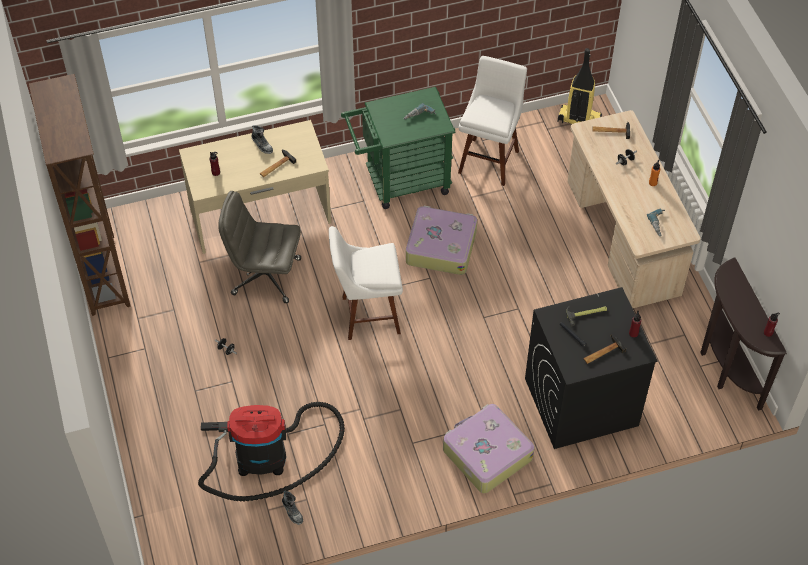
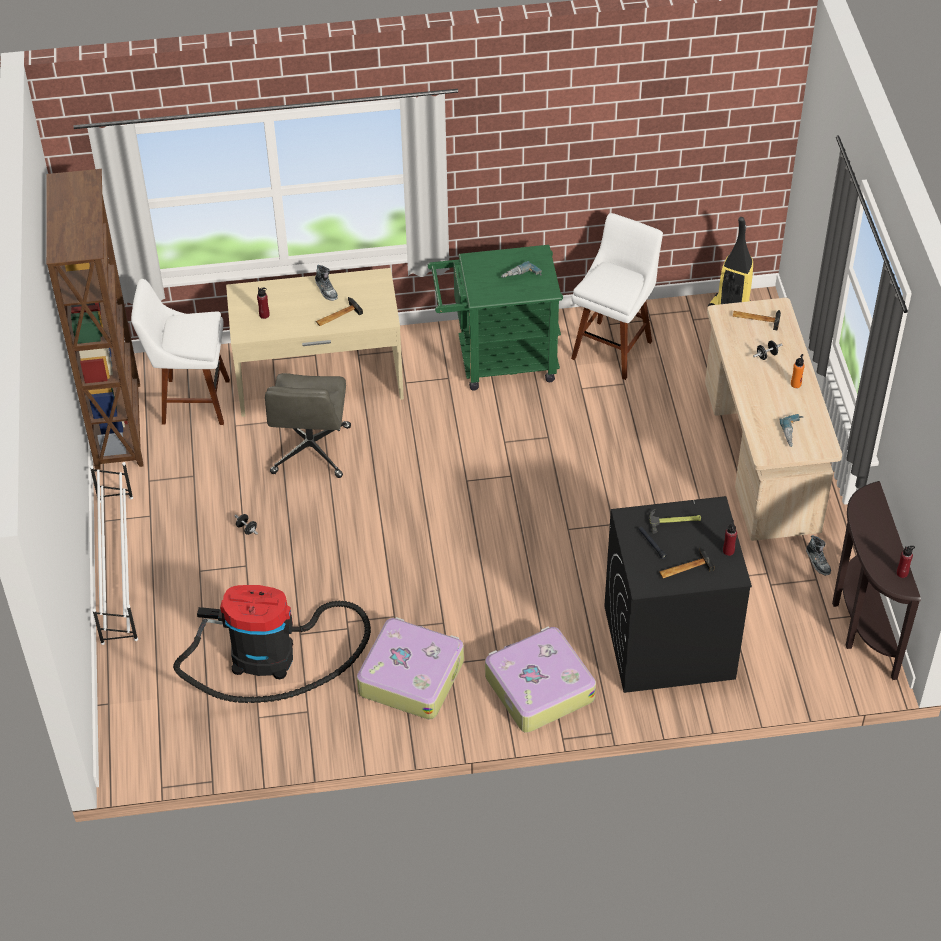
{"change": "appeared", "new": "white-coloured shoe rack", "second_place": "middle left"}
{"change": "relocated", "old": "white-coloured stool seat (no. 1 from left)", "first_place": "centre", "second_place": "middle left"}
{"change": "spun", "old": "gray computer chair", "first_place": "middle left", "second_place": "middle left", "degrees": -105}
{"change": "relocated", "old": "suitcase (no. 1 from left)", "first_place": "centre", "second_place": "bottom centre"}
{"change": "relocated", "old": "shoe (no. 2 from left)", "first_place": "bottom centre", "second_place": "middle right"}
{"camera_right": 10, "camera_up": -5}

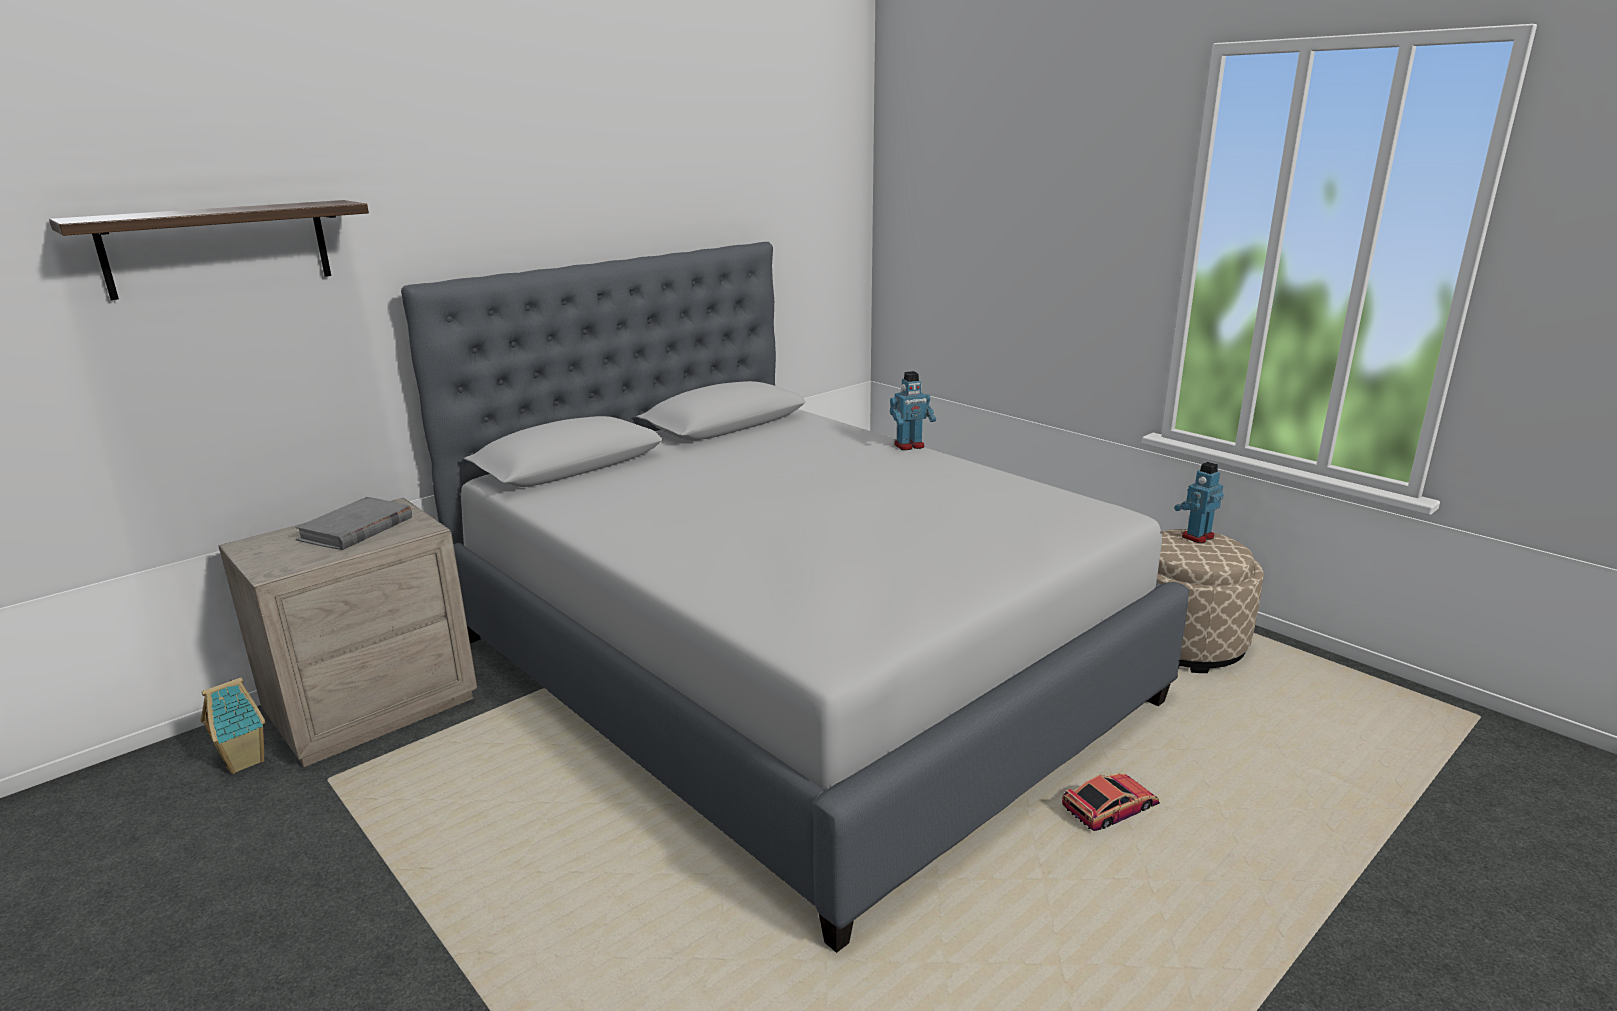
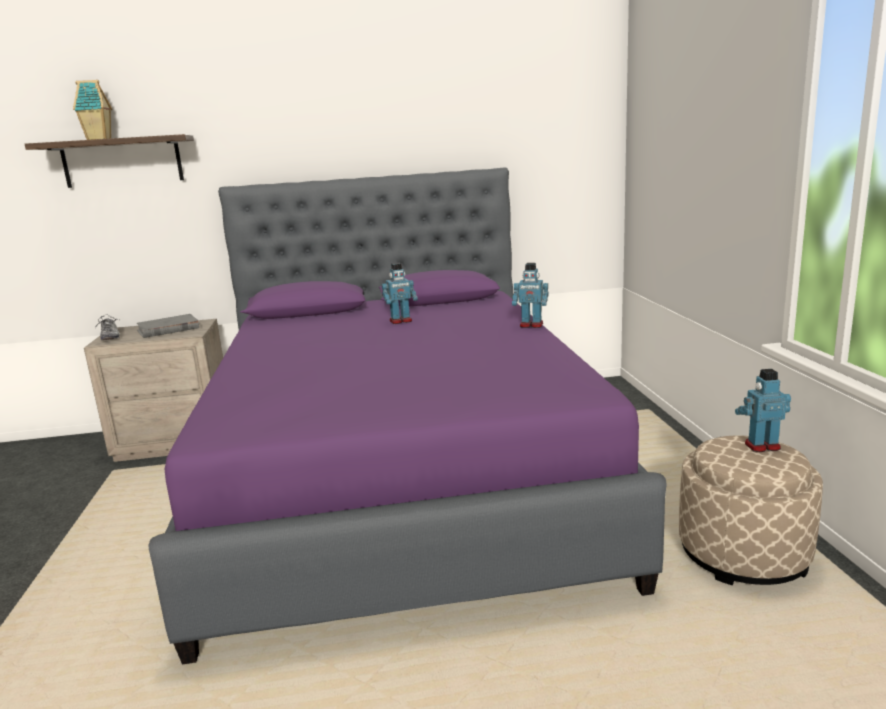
{"change": "relocated", "old": "model house", "first_place": "bottom left", "second_place": "top left"}
{"change": "appeared", "new": "shoe", "second_place": "middle left"}
{"change": "colour", "old": "gray sleeping bed", "new": "purplish sleeping bed", "first_place": "centre", "second_place": "centre"}
{"change": "appeared", "new": "robot figure (no. 1 from left)", "second_place": "centre"}
{"change": "missing", "old": "miniature car", "first_place": "bottom right"}
{"camera_right": 35, "camera_up": -5}

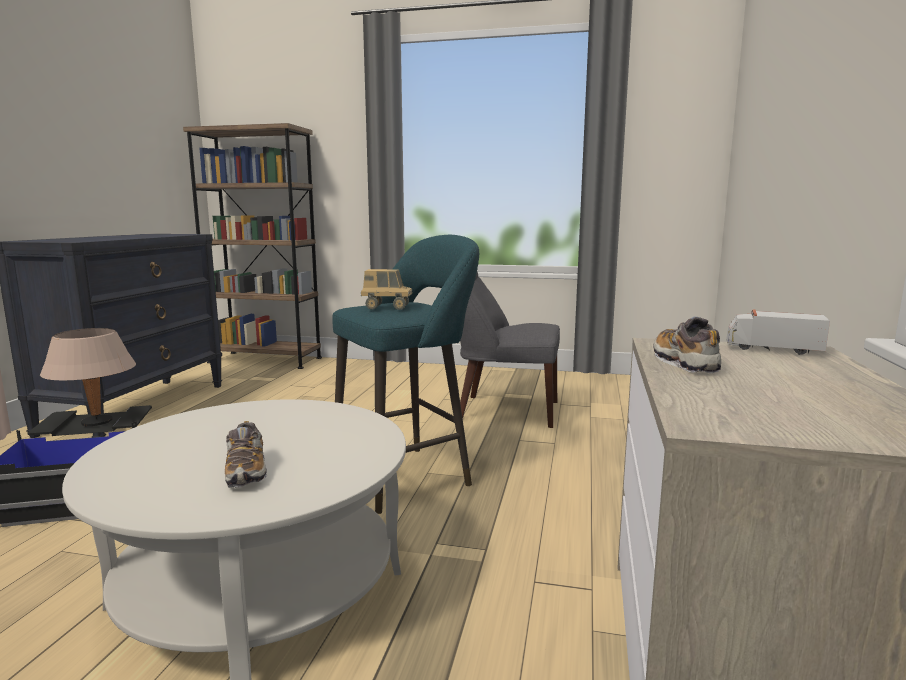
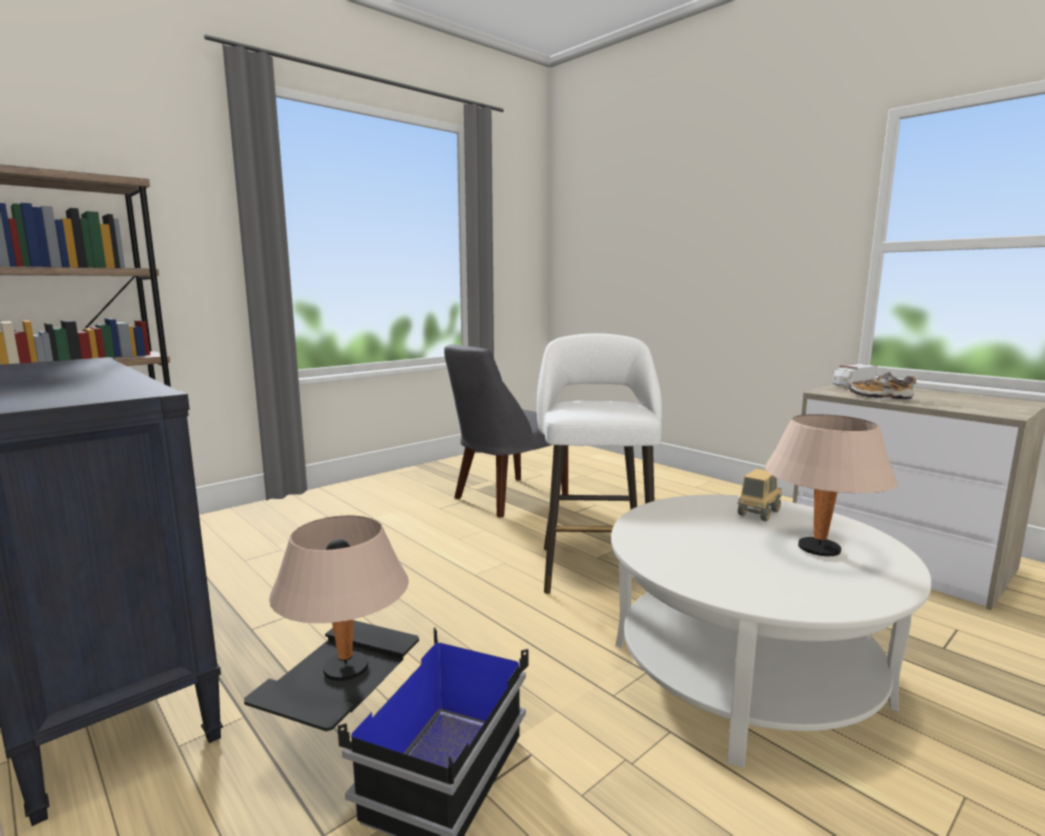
{"change": "colour", "old": "turquoise stool seat", "new": "white-coloured stool seat", "first_place": "centre", "second_place": "centre"}
{"change": "relocated", "old": "toy truck (no. 1 from left)", "first_place": "centre", "second_place": "middle right"}
{"change": "exchanged", "old": "shoe (no. 1 from left)", "new": "sand-coloured table lamp (no. 2 from left)", "first_place": "bottom left", "second_place": "middle right"}
{"camera_right": -55, "camera_up": 0}

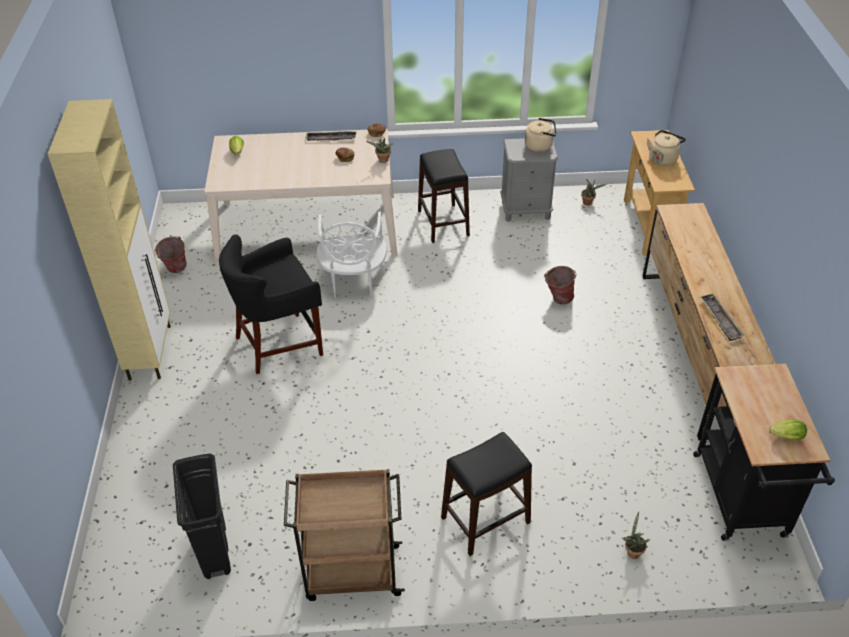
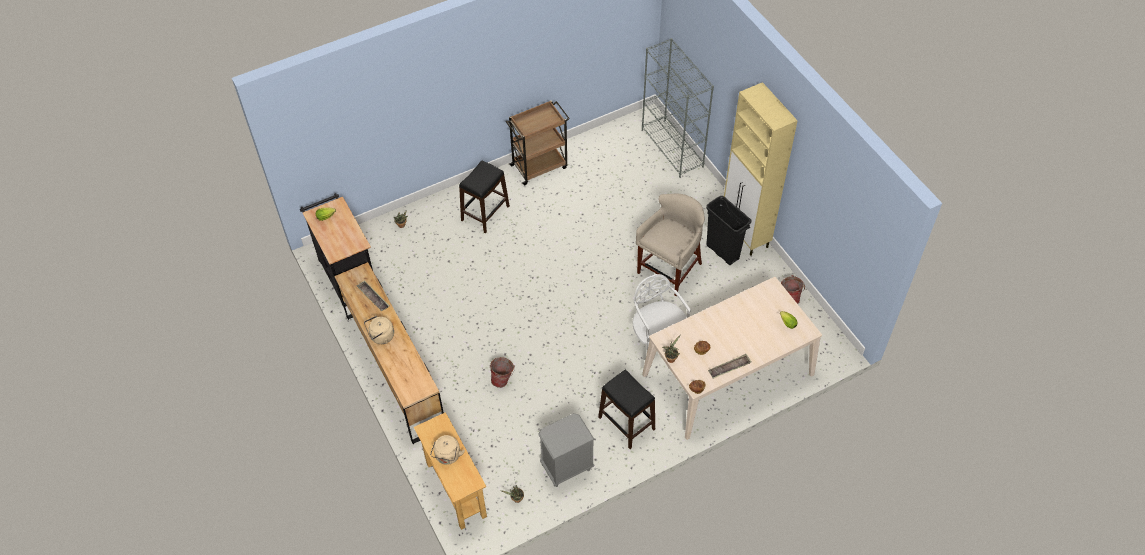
{"change": "relocated", "old": "sand-coloured kettle (no. 1 from left)", "first_place": "top centre", "second_place": "middle left"}
{"change": "colour", "old": "black stool seat (no. 1 from left)", "new": "sand-coloured stool seat", "first_place": "middle left", "second_place": "centre"}
{"change": "appeared", "new": "gray bookshelf", "second_place": "top centre"}
{"change": "relocated", "old": "black waste bin", "first_place": "bottom left", "second_place": "centre"}
{"camera_right": 155, "camera_up": 10}

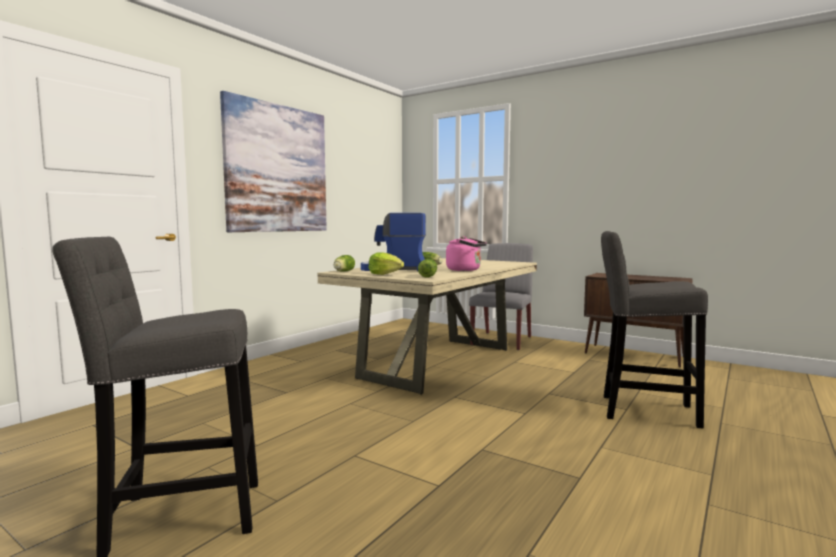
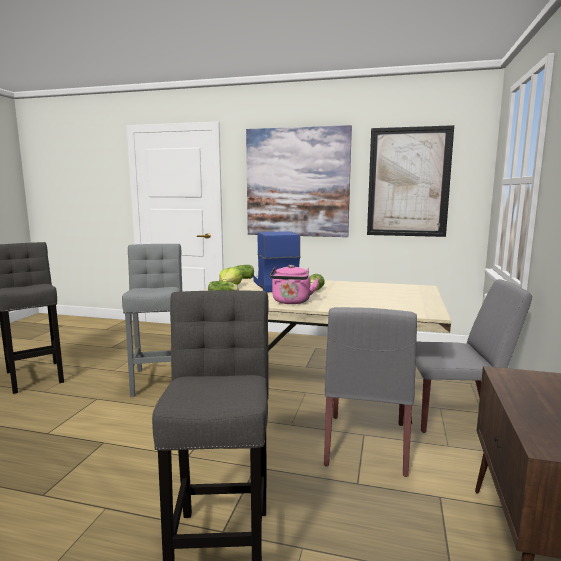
{"change": "appeared", "new": "gray stool seat (no. 2 from left)", "second_place": "middle left"}
{"change": "appeared", "new": "gray chair (no. 1 from left)", "second_place": "bottom centre"}
{"change": "appeared", "new": "wall art (no. 2 from left)", "second_place": "top right"}
{"camera_right": 70, "camera_up": 5}

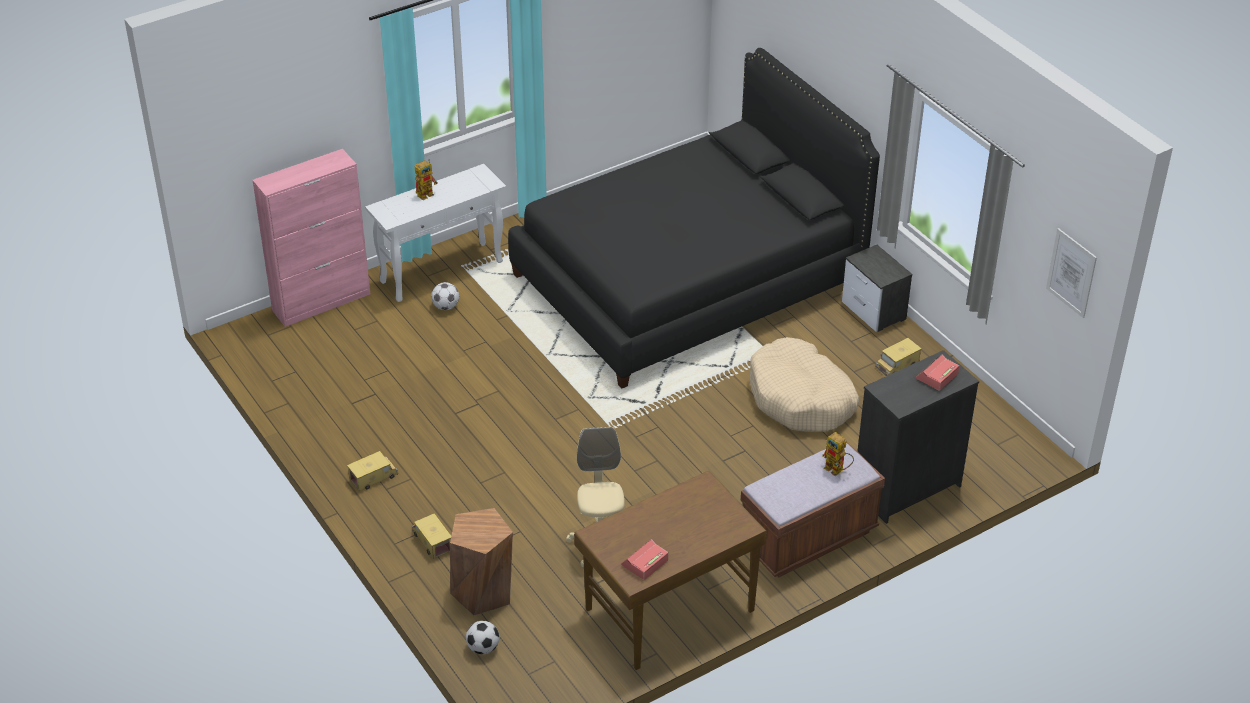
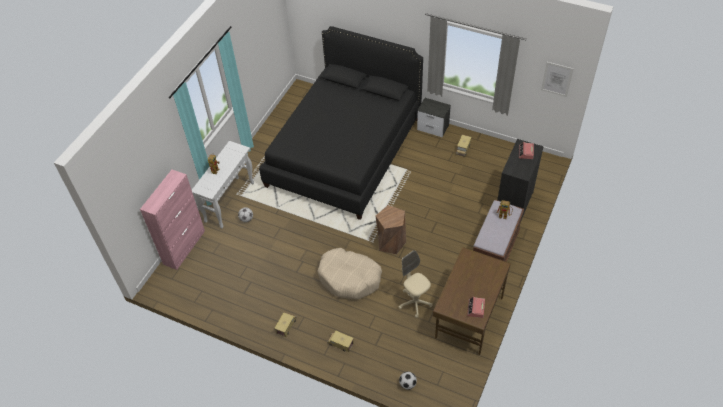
{"change": "relocated", "old": "sand-coloured dog cushion", "first_place": "centre", "second_place": "bottom centre"}
{"change": "relocated", "old": "brownish stool seat", "first_place": "bottom centre", "second_place": "centre"}
{"camera_right": -30, "camera_up": 10}

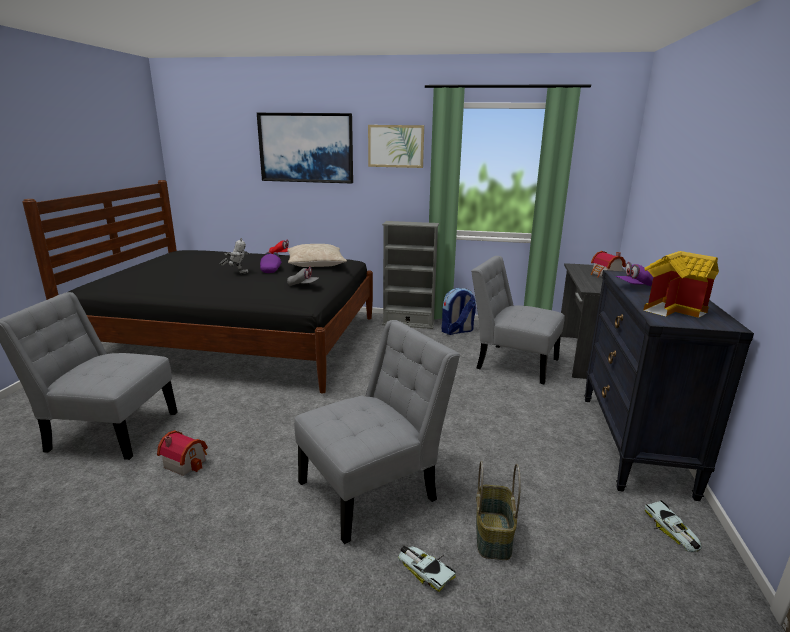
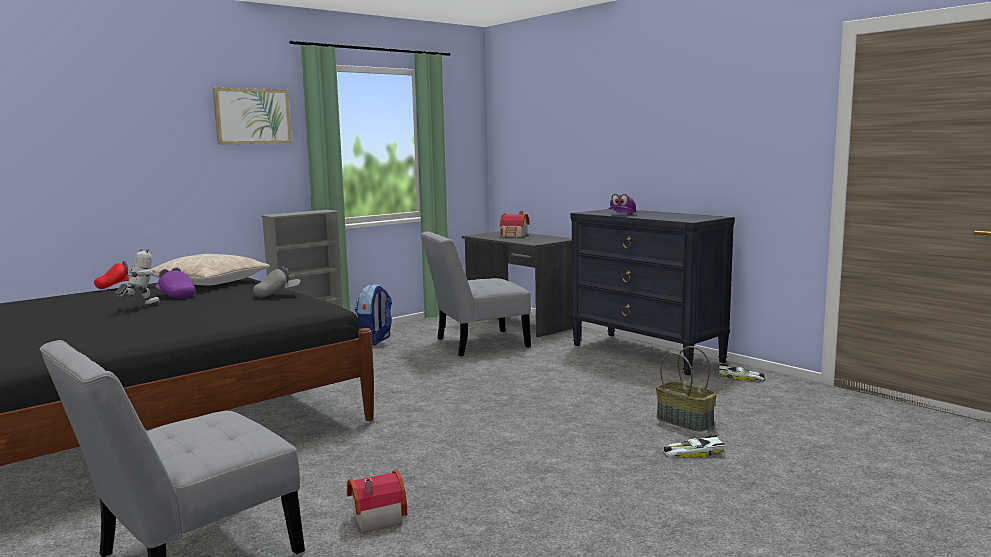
{"change": "missing", "old": "wall art (no. 1 from left)", "first_place": "top centre"}
{"change": "missing", "old": "gray chair (no. 2 from left)", "first_place": "bottom centre"}
{"change": "missing", "old": "model house (no. 3 from left)", "first_place": "middle right"}
{"camera_right": -50, "camera_up": -10}

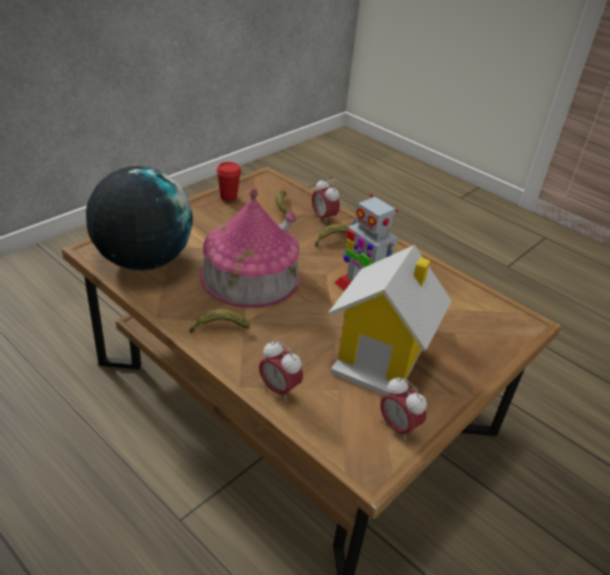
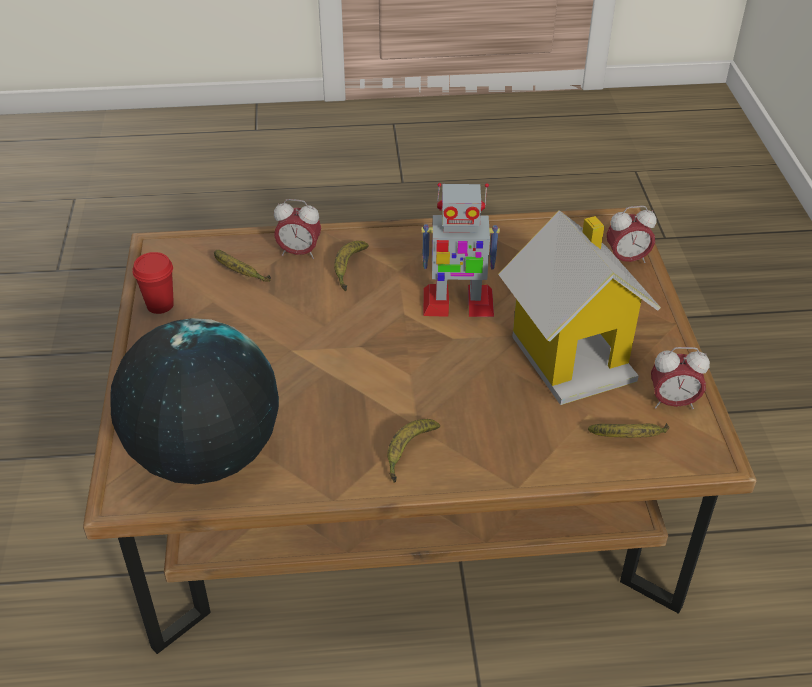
{"change": "appeared", "new": "banana (no. 4 from left)", "second_place": "middle right"}
{"change": "relocated", "old": "alarm clock (no. 1 from left in the first image)", "new": "alarm clock (no. 2 from left)", "first_place": "centre", "second_place": "middle right"}
{"change": "missing", "old": "model house (no. 1 from left)", "first_place": "centre"}
{"camera_right": -45, "camera_up": 5}

